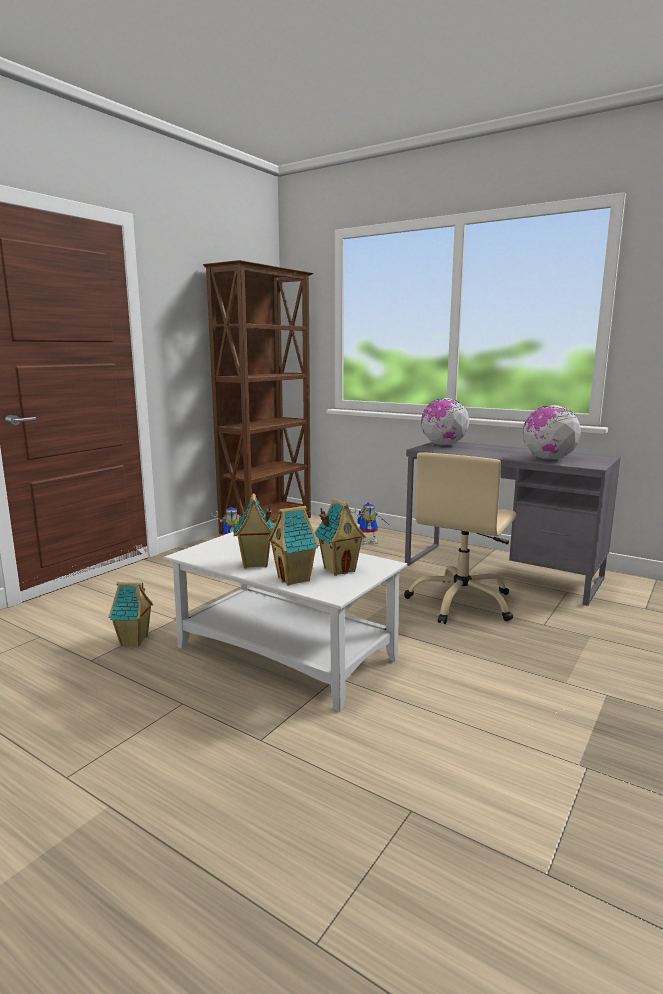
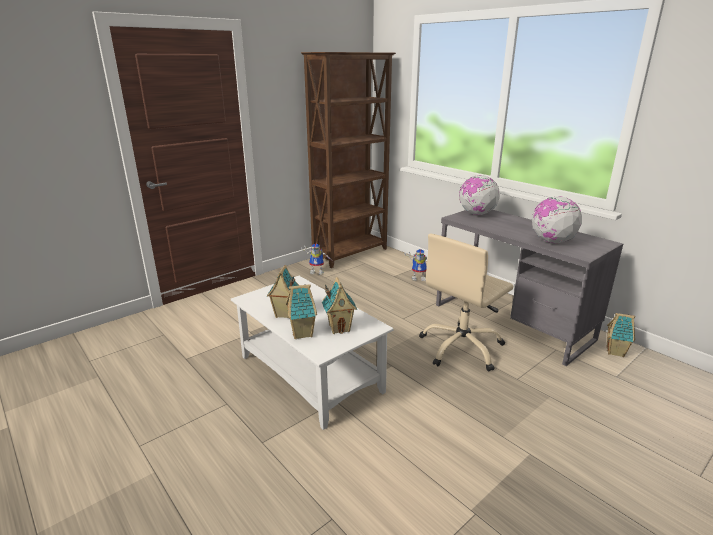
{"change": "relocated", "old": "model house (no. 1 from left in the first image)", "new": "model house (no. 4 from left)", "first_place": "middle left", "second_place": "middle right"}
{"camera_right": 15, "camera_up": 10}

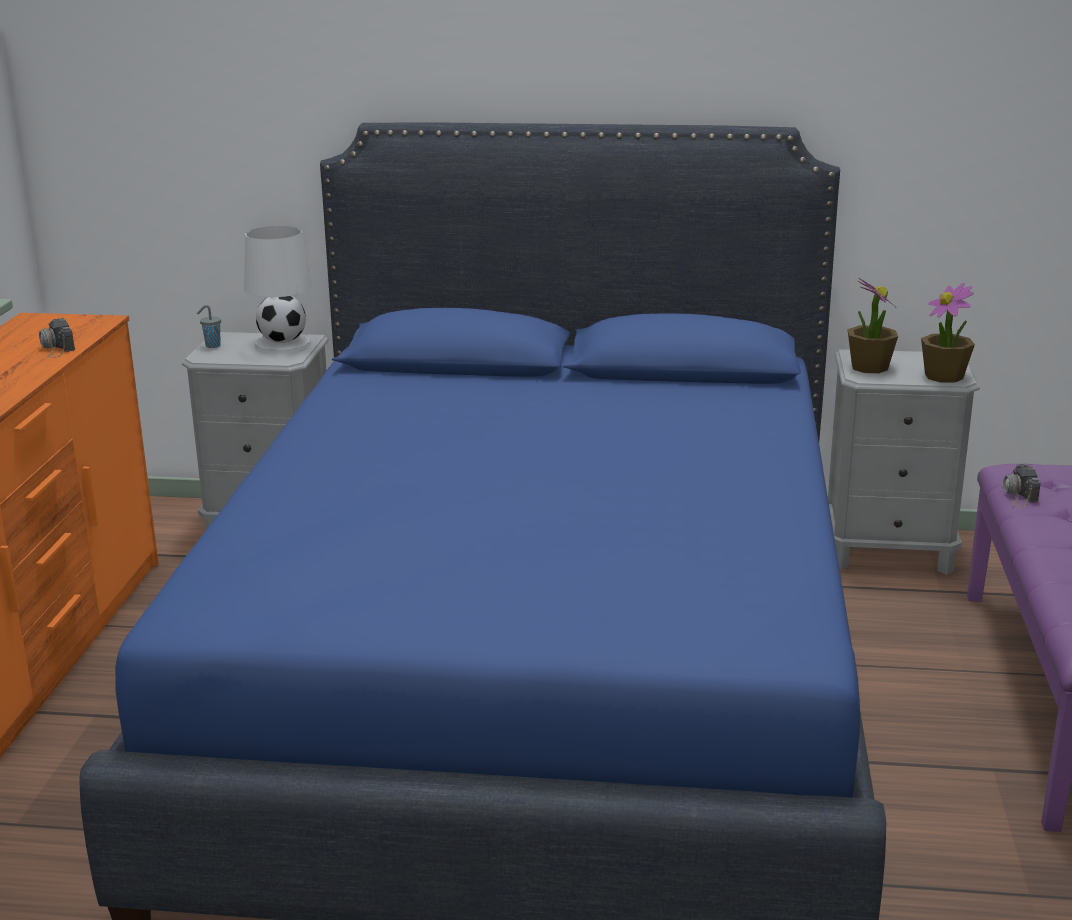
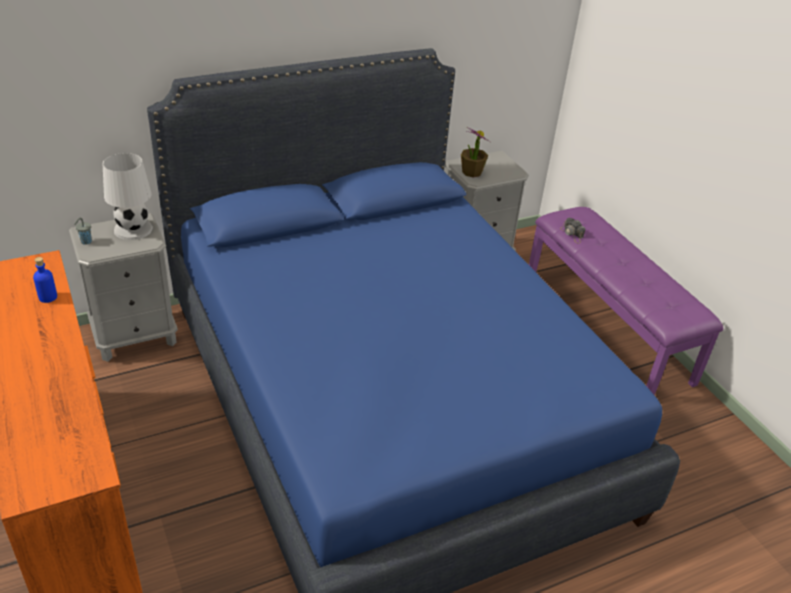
{"change": "exchanged", "old": "still camera (no. 1 from left)", "new": "blue bottle", "first_place": "middle left", "second_place": "middle left"}
{"change": "missing", "old": "houseplant (no. 2 from left)", "first_place": "middle right"}
{"camera_right": -35, "camera_up": 15}

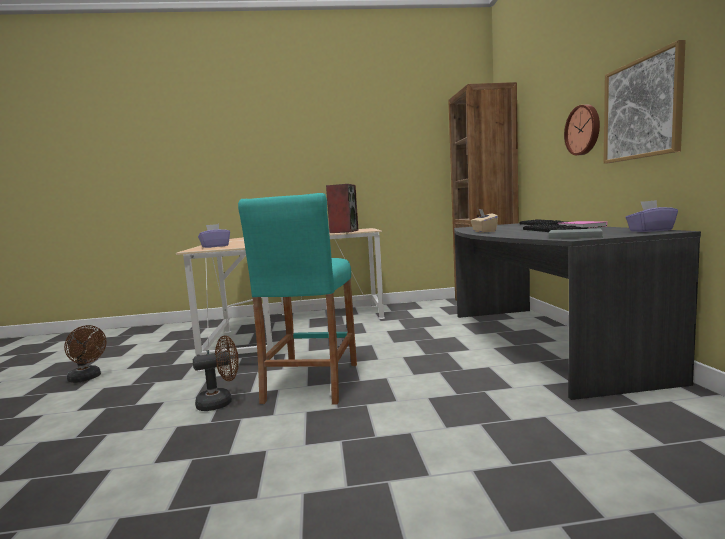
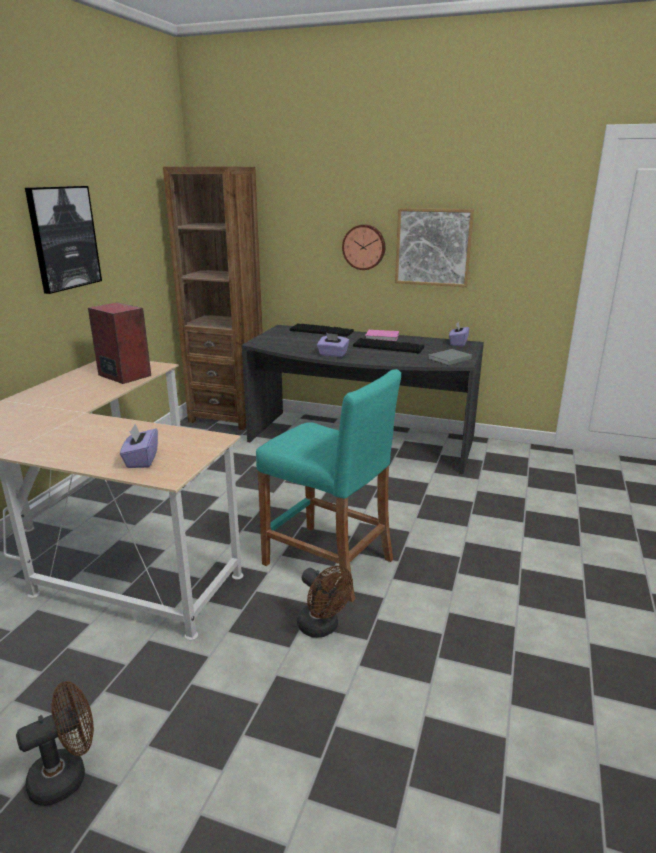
{"change": "appeared", "new": "wall art (no. 1 from left)", "second_place": "top left"}
{"change": "spun", "old": "brownish cooling fan (no. 2 from left)", "first_place": "bottom left", "second_place": "bottom centre", "degrees": 135}
{"change": "colour", "old": "sand-coloured tissue holder", "new": "purplish tissue holder (no. 2 from left)", "first_place": "middle right", "second_place": "centre"}
{"camera_right": -65, "camera_up": 15}

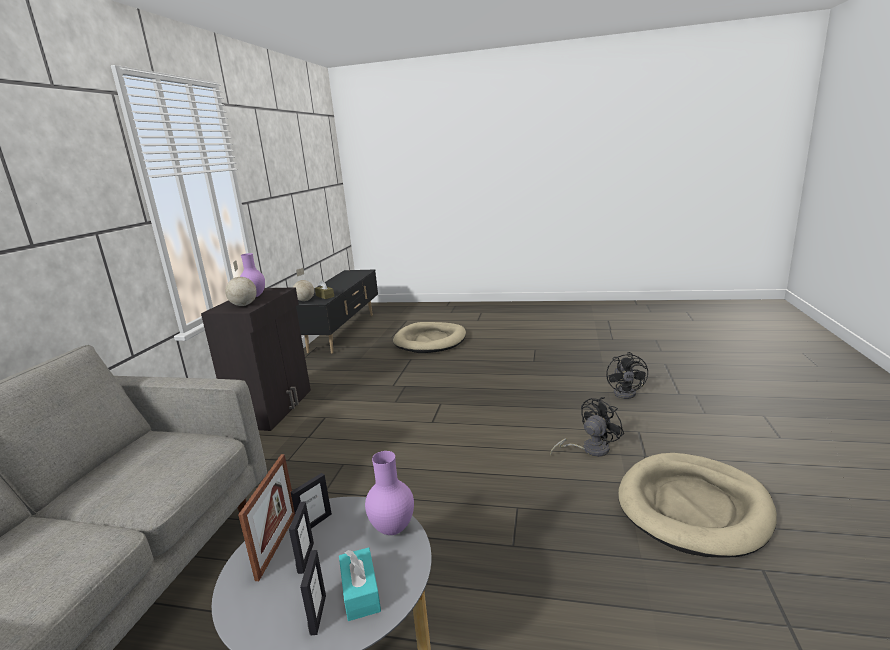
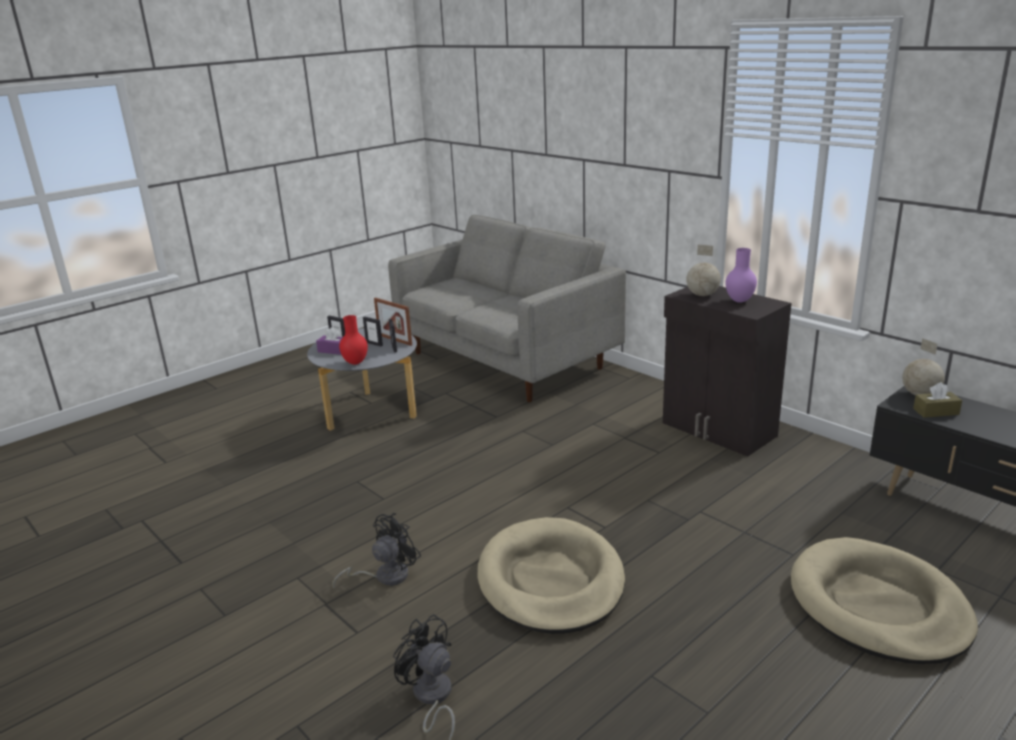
{"change": "colour", "old": "turquoise tissue holder", "new": "purplish tissue holder", "first_place": "bottom centre", "second_place": "middle left"}
{"change": "spun", "old": "black cooling fan (no. 1 from left)", "first_place": "centre", "second_place": "bottom centre", "degrees": -135}
{"change": "colour", "old": "purplish vase (no. 2 from left)", "new": "red-coloured vase", "first_place": "bottom centre", "second_place": "centre"}
{"change": "relocated", "old": "sand-coloured dog cushion (no. 2 from left in the first image)", "new": "sand-coloured dog cushion (no. 1 from left)", "first_place": "bottom right", "second_place": "bottom centre"}
{"camera_right": 125, "camera_up": 5}

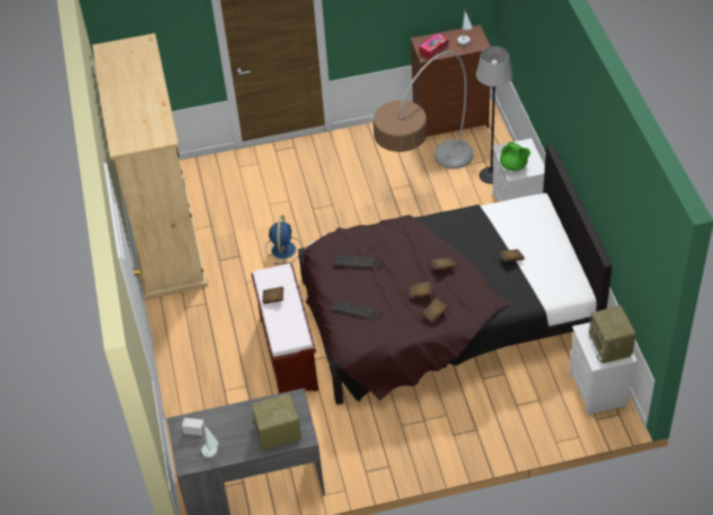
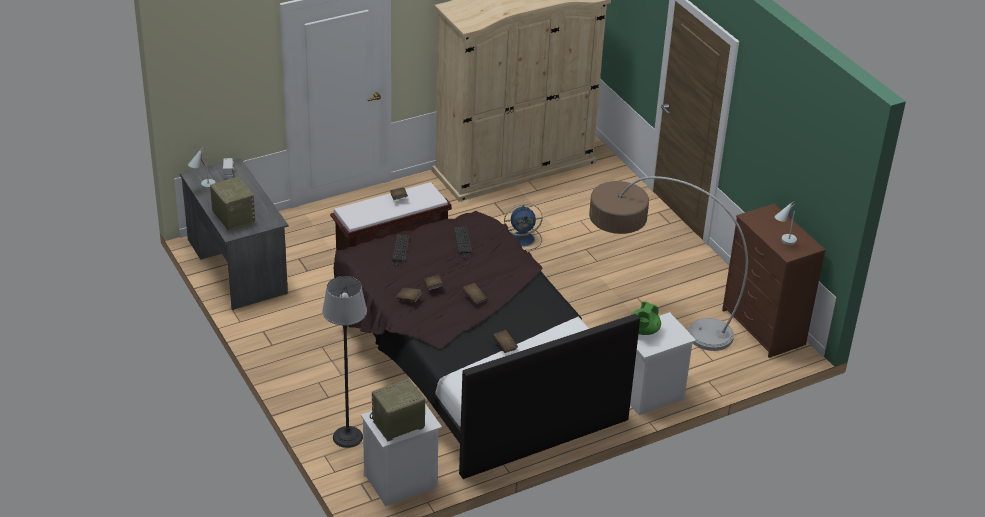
{"change": "relocated", "old": "standing lamp (no. 2 from left in the first image)", "new": "standing lamp (no. 1 from left)", "first_place": "top right", "second_place": "bottom centre"}
{"change": "missing", "old": "tissue holder", "first_place": "top centre"}
{"camera_right": 70, "camera_up": -10}

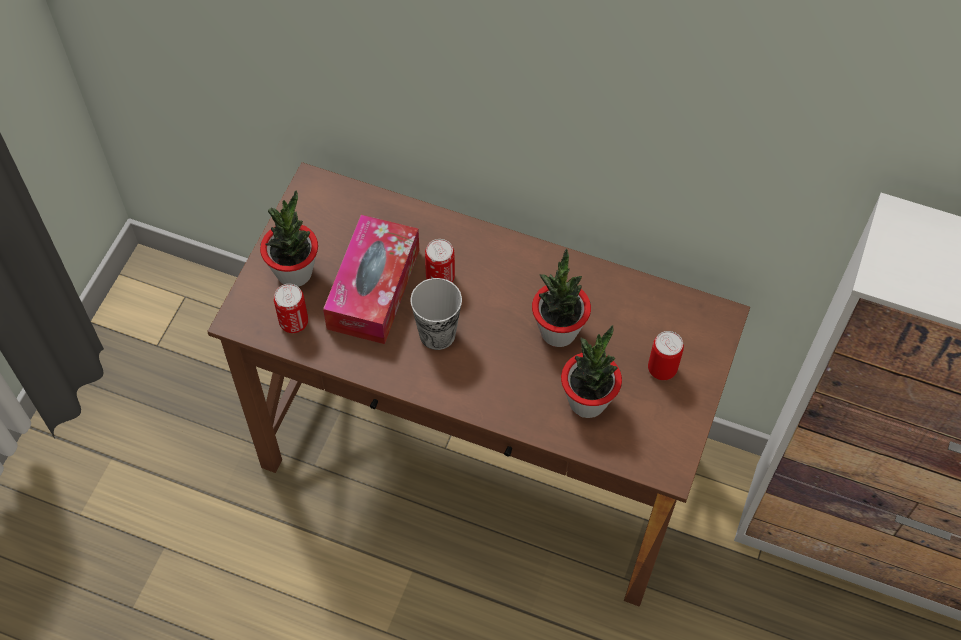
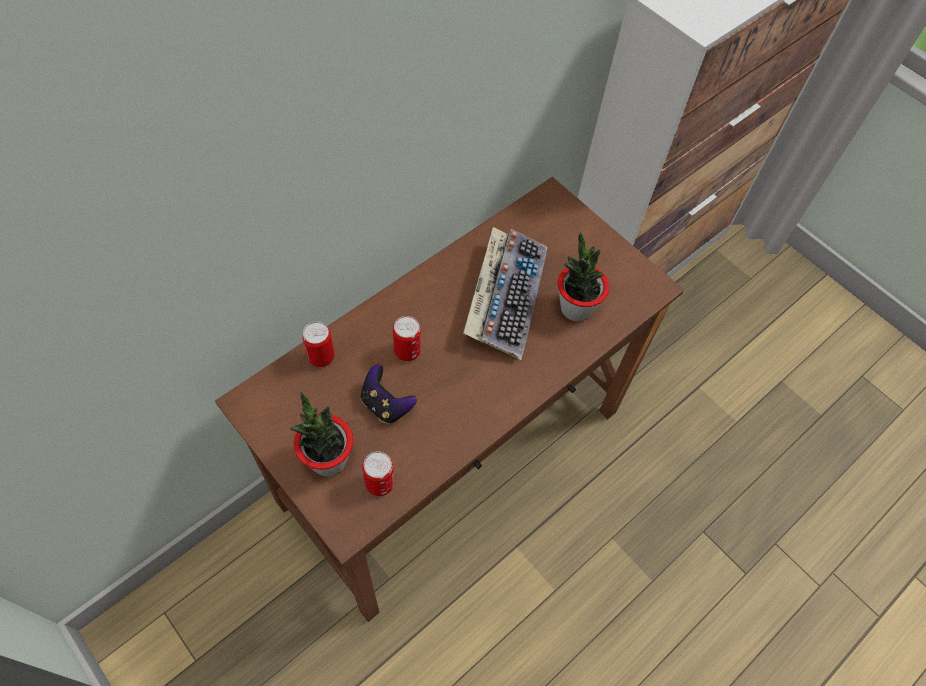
{"change": "relocated", "old": "sealed can (no. 3 from left in the first image)", "new": "sealed can (no. 1 from left)", "first_place": "middle right", "second_place": "centre"}
{"change": "exchanged", "old": "tissue holder", "new": "game controller", "first_place": "centre", "second_place": "centre"}
{"change": "exchanged", "old": "houseplant (no. 2 from left)", "new": "PC keyboard", "first_place": "centre", "second_place": "centre"}
{"change": "missing", "old": "small cup", "first_place": "centre"}
{"camera_right": -65, "camera_up": 0}

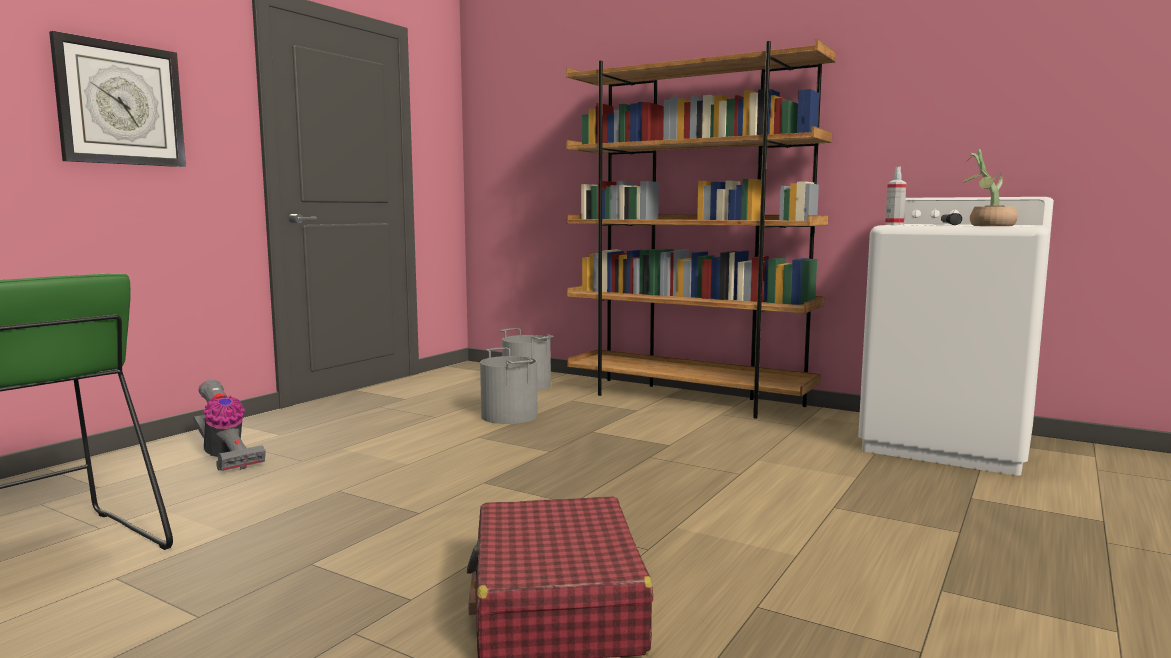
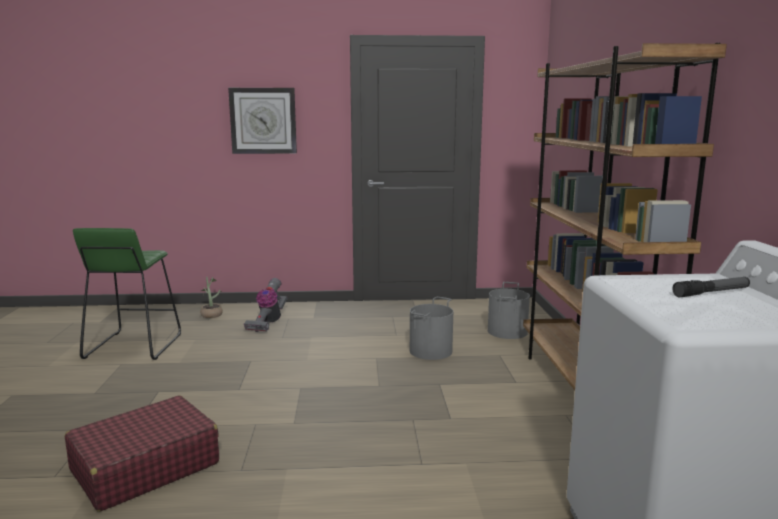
{"change": "relocated", "old": "houseplant", "first_place": "top right", "second_place": "middle left"}
{"change": "missing", "old": "sprayer", "first_place": "top right"}
{"camera_right": 55, "camera_up": 5}

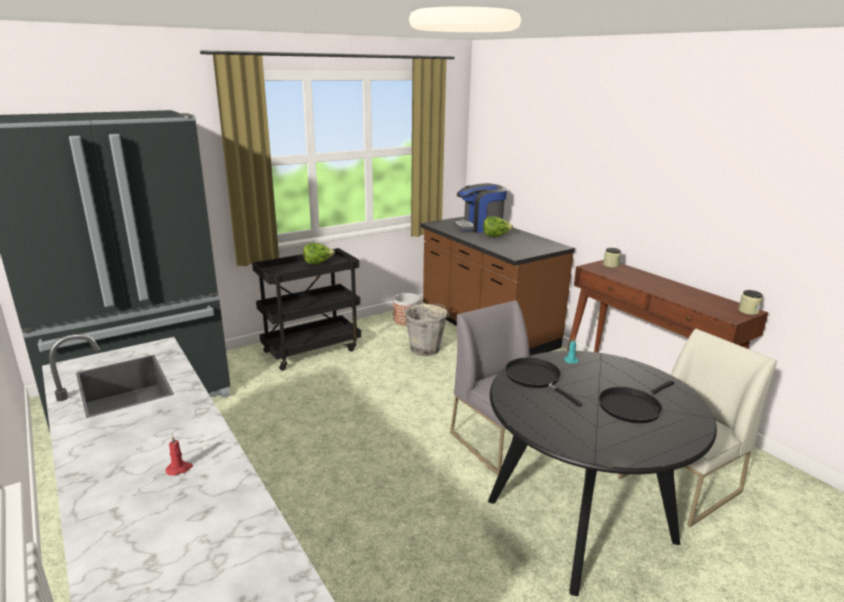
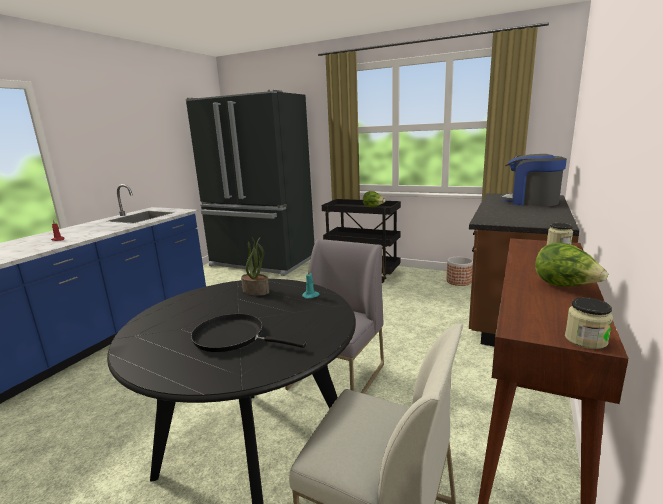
{"change": "exchanged", "old": "black pan (no. 1 from left)", "new": "houseplant", "first_place": "centre", "second_place": "centre"}
{"change": "relocated", "old": "lettuce head (no. 2 from left)", "first_place": "centre", "second_place": "middle right"}
{"change": "missing", "old": "gray water bucket", "first_place": "centre"}
{"camera_right": 60, "camera_up": -5}

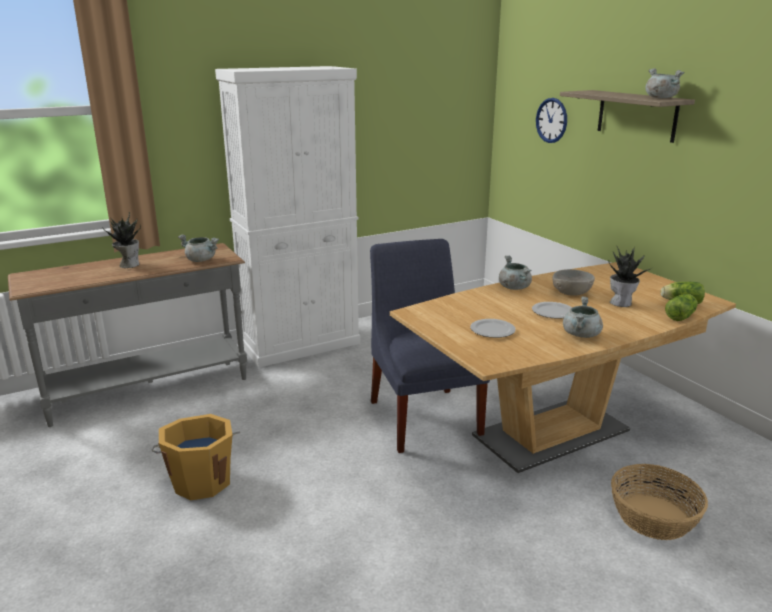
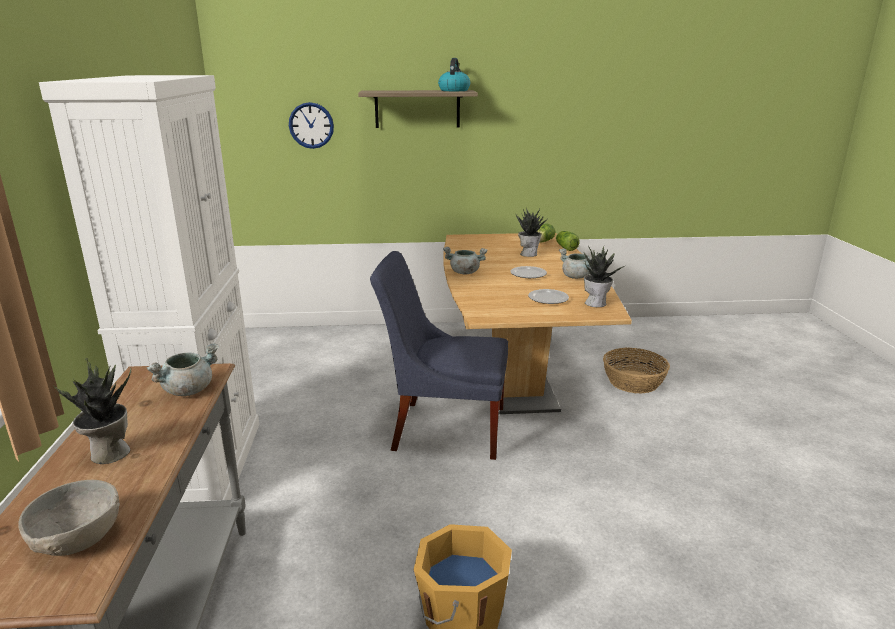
{"change": "relocated", "old": "gray deep dish", "first_place": "middle right", "second_place": "bottom left"}
{"change": "exchanged", "old": "gray stockpot (no. 4 from left)", "new": "kettle", "first_place": "top right", "second_place": "top centre"}
{"change": "appeared", "new": "houseplant (no. 3 from left)", "second_place": "middle right"}
{"camera_right": -65, "camera_up": 0}

